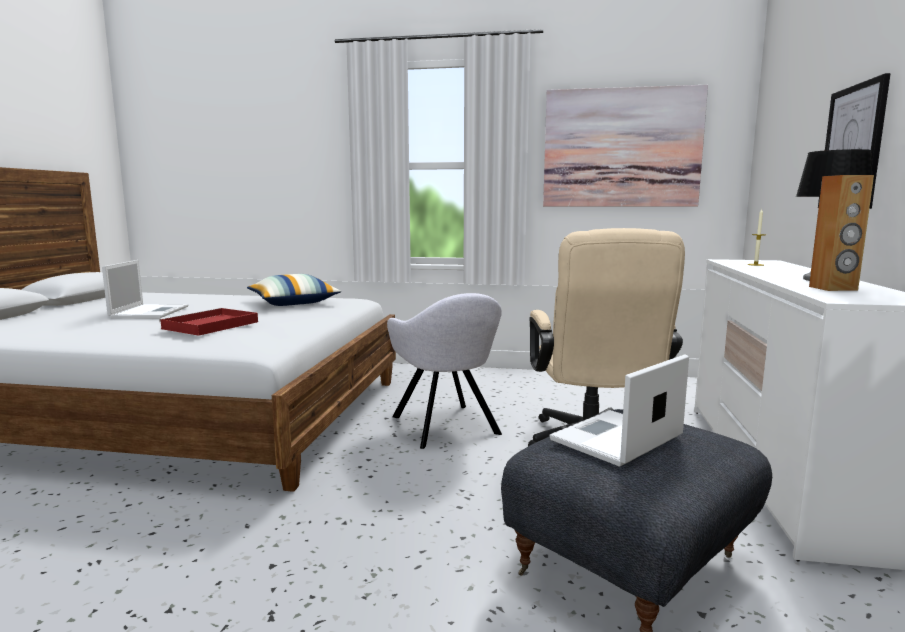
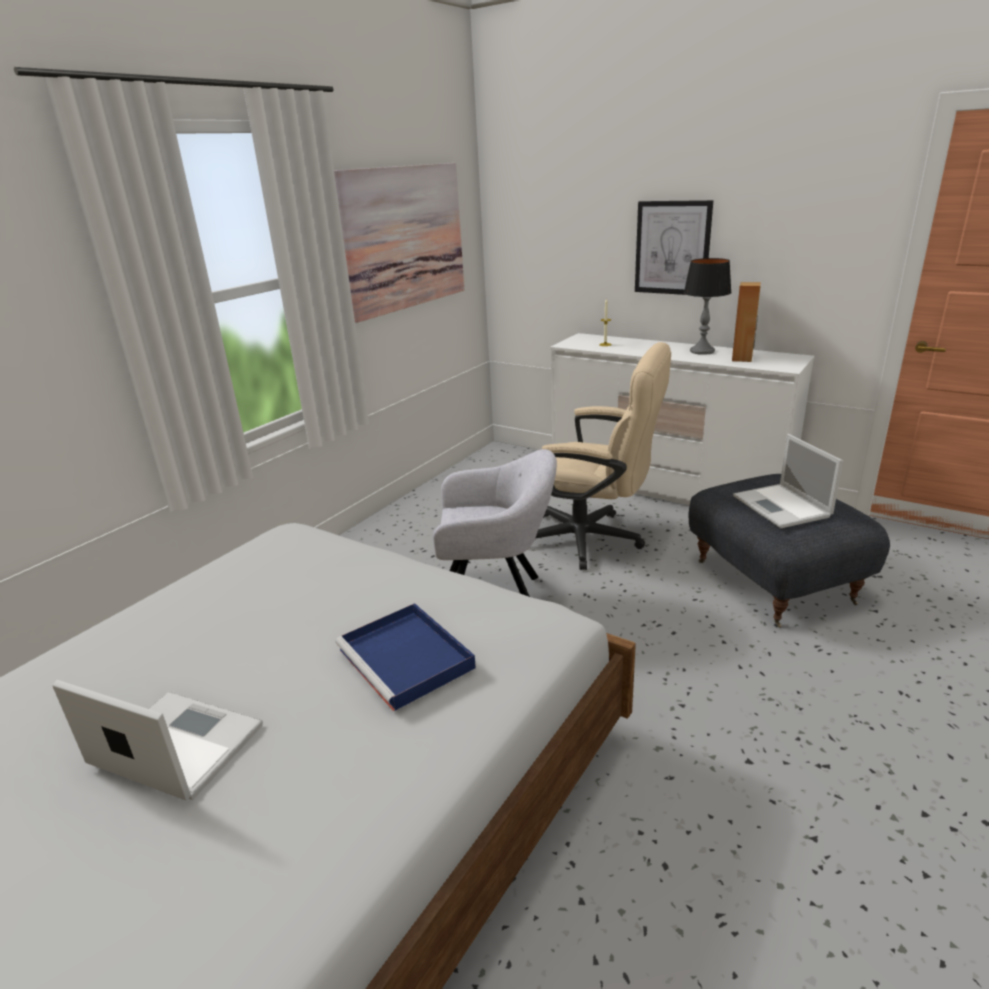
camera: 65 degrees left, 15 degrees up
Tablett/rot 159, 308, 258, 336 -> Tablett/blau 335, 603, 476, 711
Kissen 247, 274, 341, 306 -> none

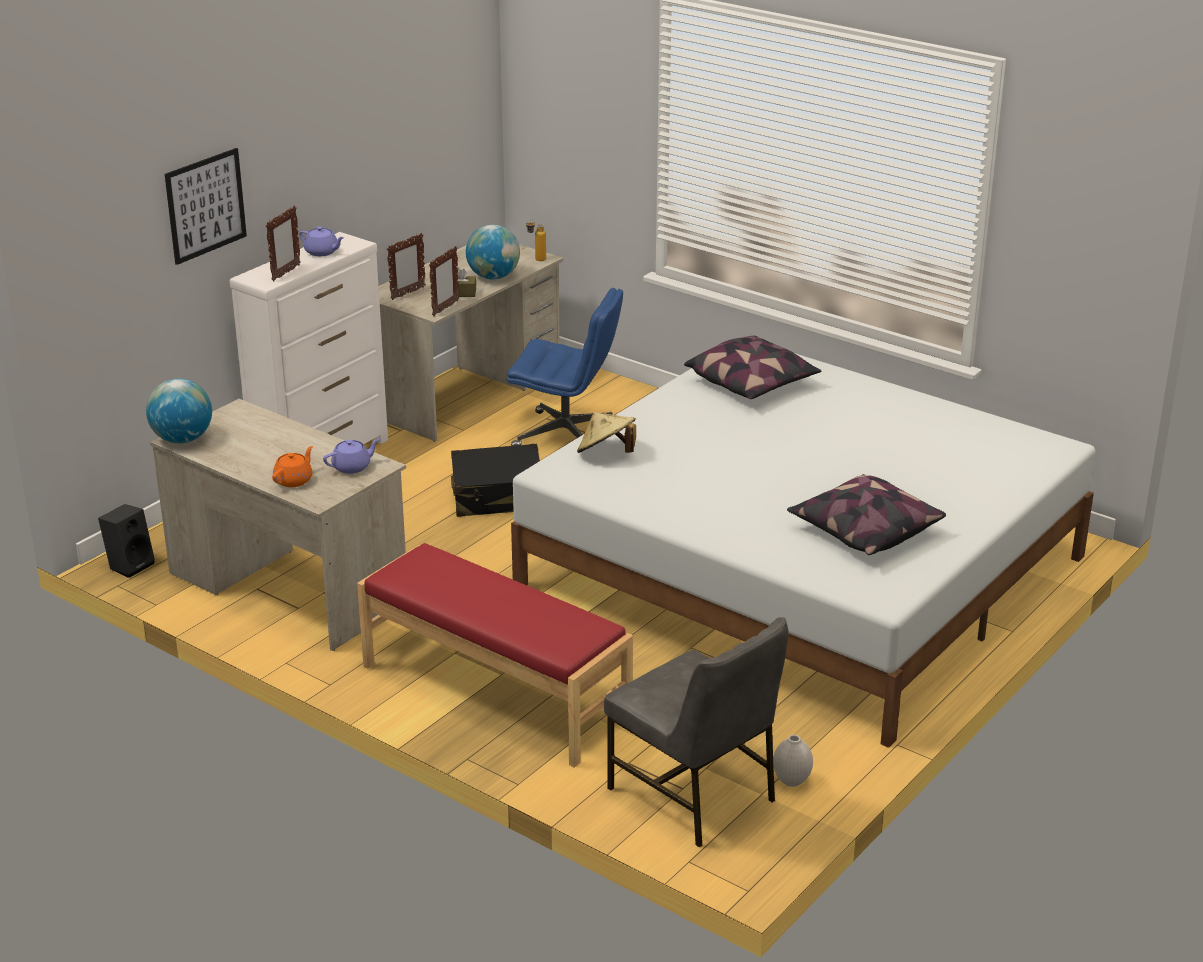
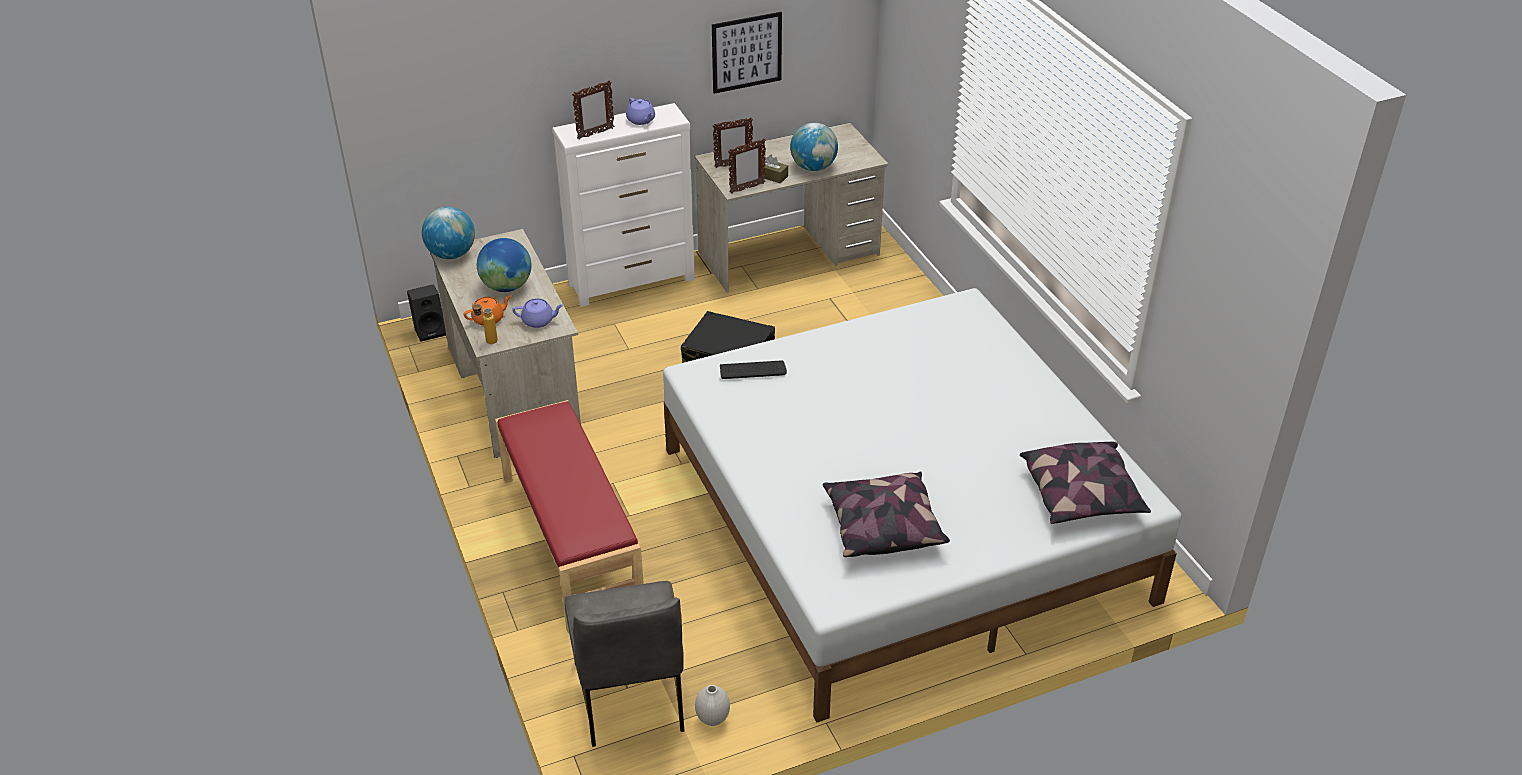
camera: 30 degrees right, 10 degrees up
Bild 165, 148, 247, 265 -> Bild 712, 12, 782, 94, move
Bürostuhl/blau 507, 288, 623, 446 -> none
Flasche 526, 219, 546, 261 -> Flasche 472, 302, 498, 344, move
Hut/beige 577, 412, 636, 453 -> Tastatur 720, 360, 787, 379
Kissen 684, 336, 822, 399 -> Kissen 1020, 442, 1151, 524, move
none -> Globus 477, 238, 531, 292

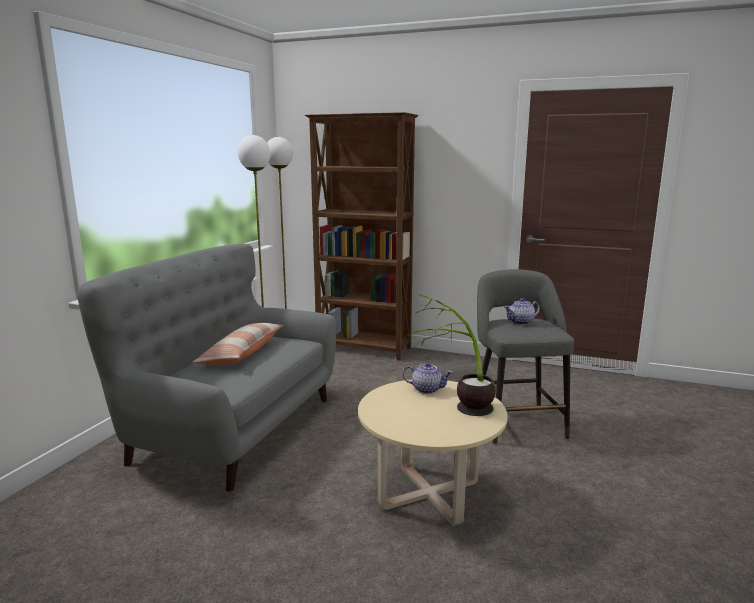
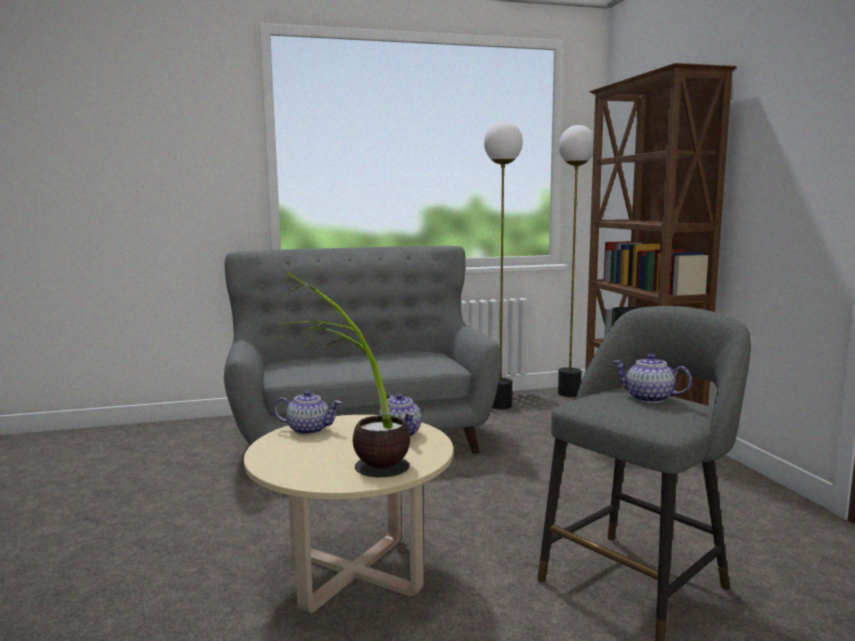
camera: 55 degrees right, 5 degrees down
Kissen 192, 323, 284, 365 -> none
none -> Teekanne 274, 390, 342, 435

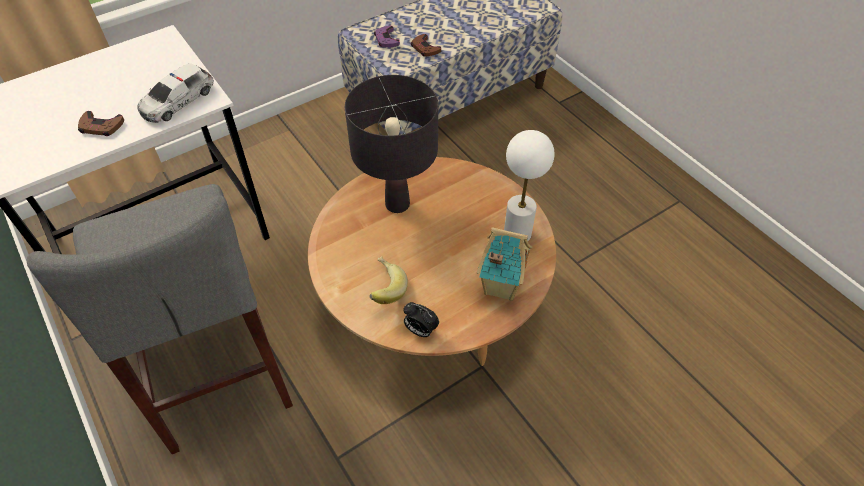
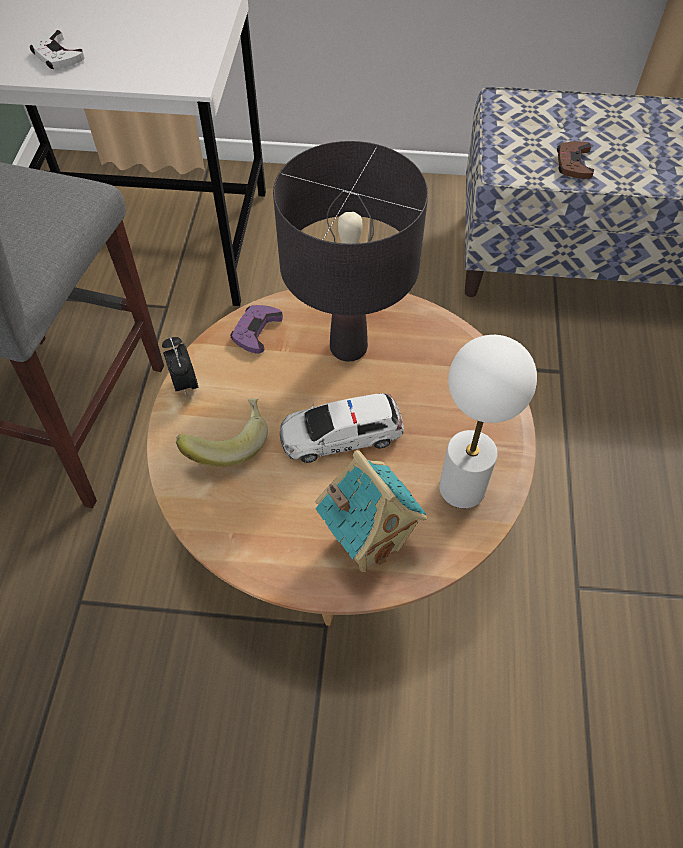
camera: 40 degrees right, 5 degrees up
Gamepad/braun 78, 111, 124, 136 -> Gamepad/weiß 30, 30, 85, 69
Spielzeugauto 137, 63, 214, 123 -> Spielzeugauto 280, 393, 404, 463, move
Gamepad/lila 374, 26, 400, 47 -> Gamepad/lila 231, 305, 283, 354, move
Wecker 403, 302, 439, 337 -> Wecker 162, 337, 198, 396, move

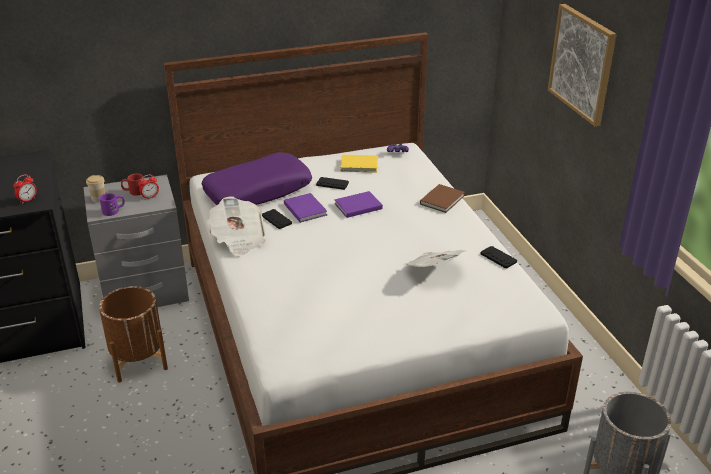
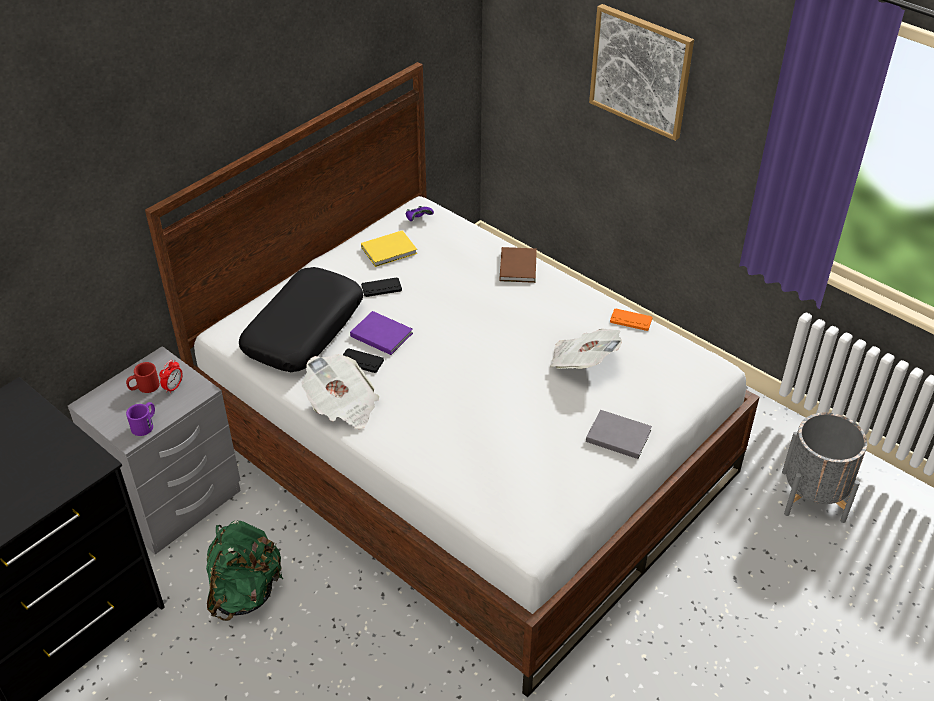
camera: 30 degrees left, 10 degrees up
Wecker 14, 174, 37, 204 -> none
Tasse 86, 175, 105, 202 -> none
Pflanzkübel/braun 99, 286, 168, 382 -> Rucksack/grün 206, 521, 284, 621
Kissen/lila 202, 152, 312, 205 -> Kissen/schwarz 239, 267, 363, 372
Buch/lila 334, 191, 383, 218 -> none
Gamepad/schwarz 480, 246, 517, 268 -> Gamepad/orange 610, 308, 652, 331
none -> Buch/grau 586, 410, 652, 459

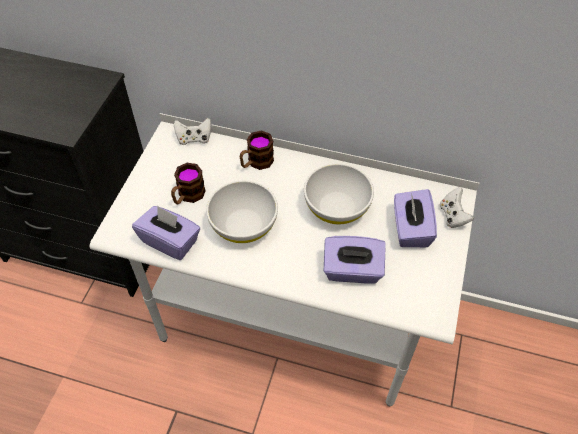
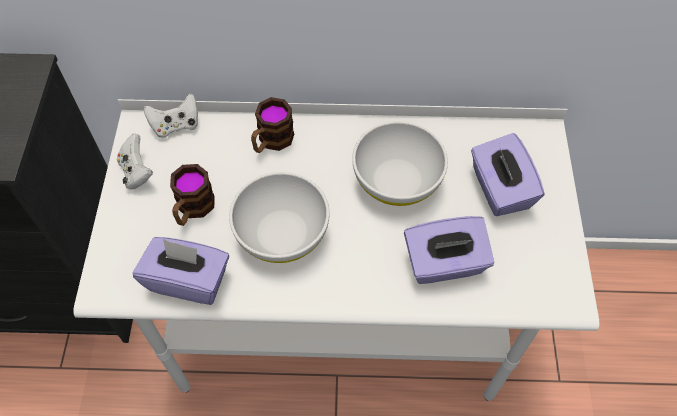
camera: 15 degrees left, 5 degrees up
Gamepad/weiß 440, 187, 474, 228 -> Gamepad/weiß 117, 134, 153, 190, move

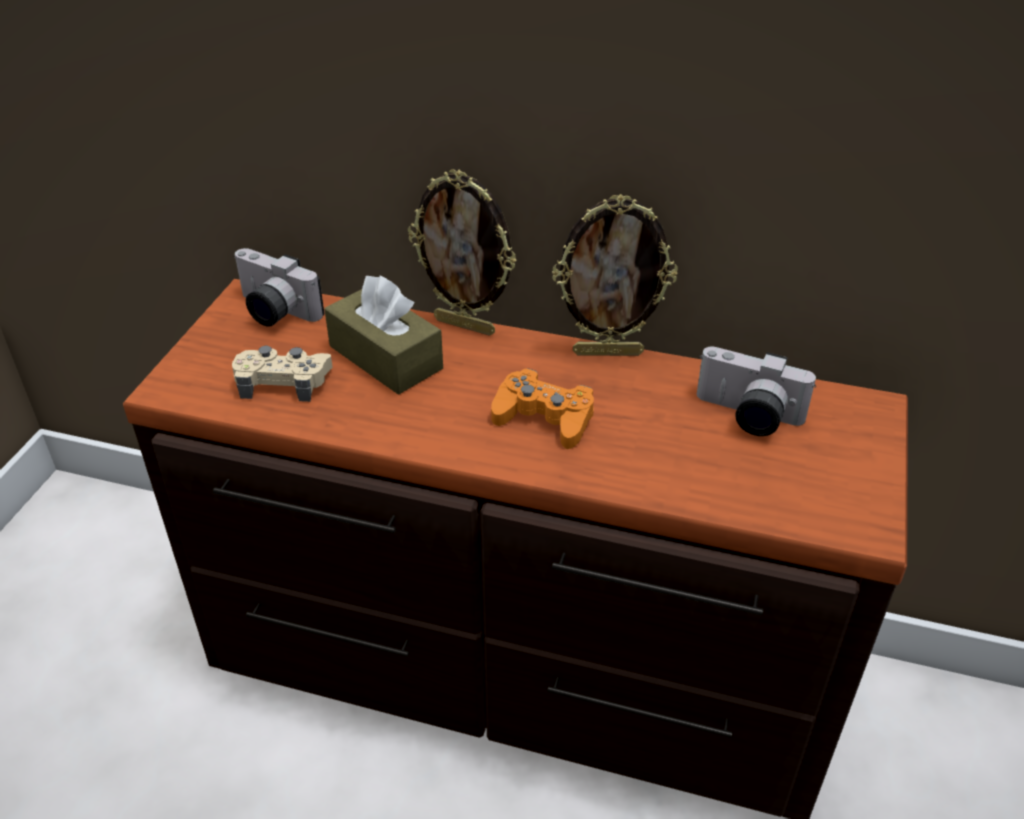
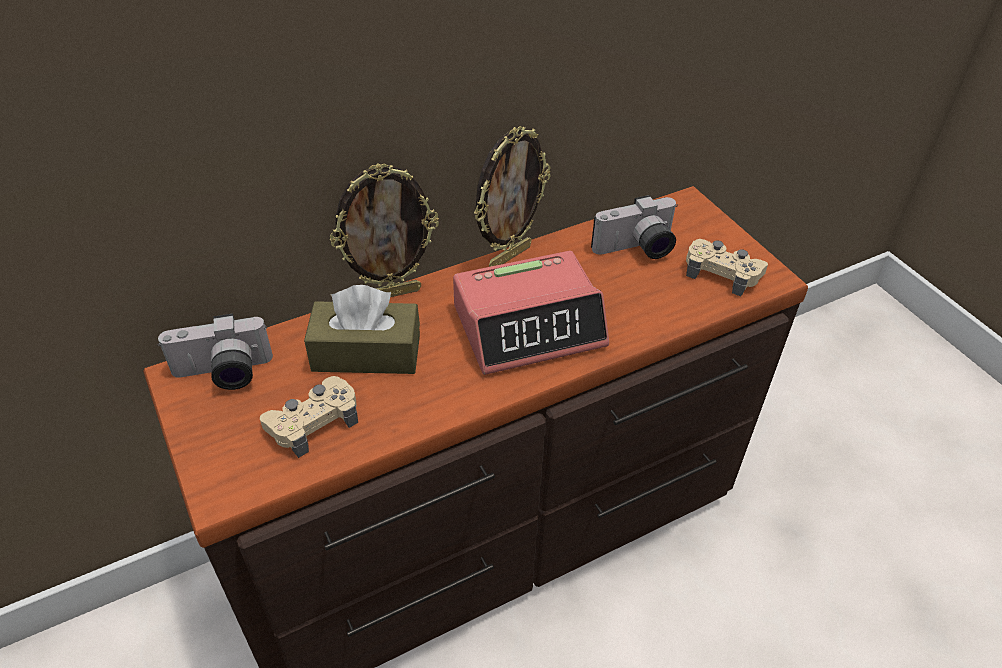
camera: 45 degrees left, 5 degrees up
Gamepad/orange 491, 368, 594, 449 -> Wecker 453, 251, 609, 375
none -> Gamepad/beige 686, 239, 768, 296

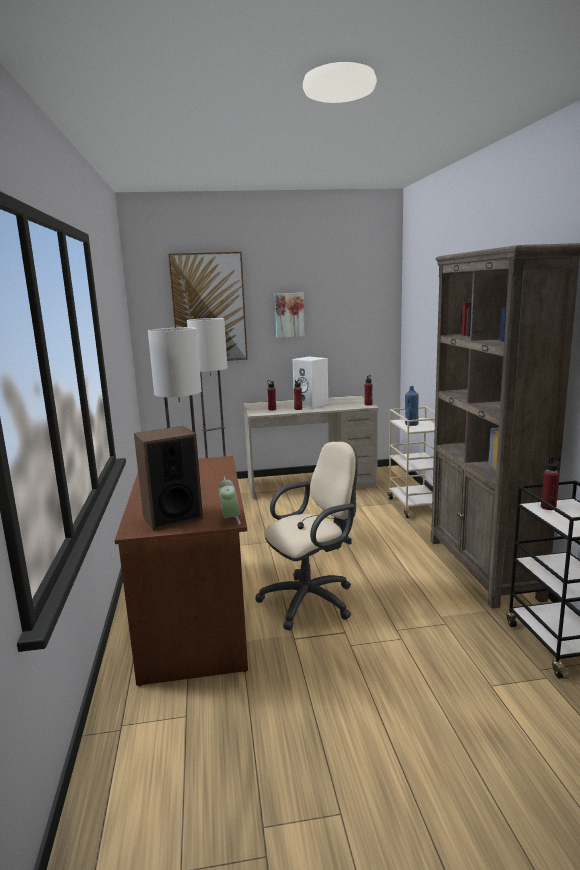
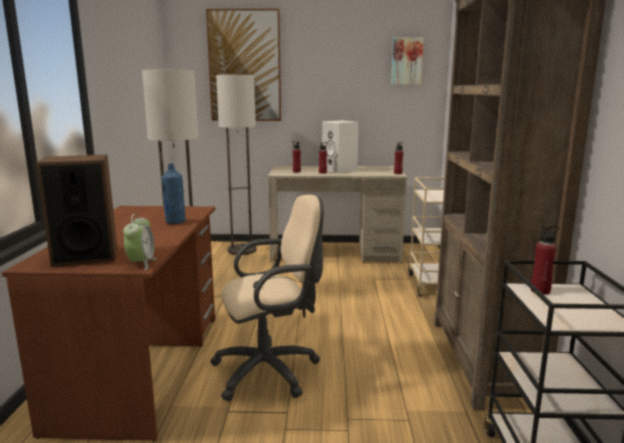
camera: 10 degrees right, 0 degrees up
Bild 275, 293, 305, 338 -> Bild 391, 37, 424, 84, move
Flasche/blau 405, 386, 419, 426 -> Flasche/blau 162, 163, 186, 224, move

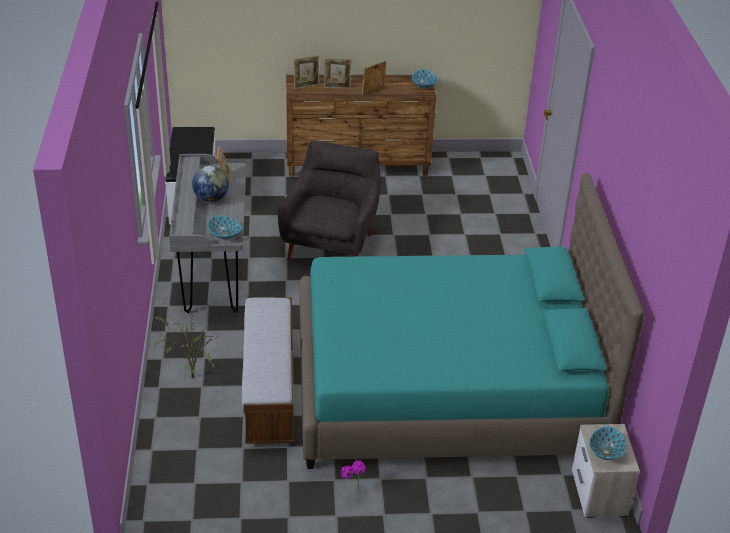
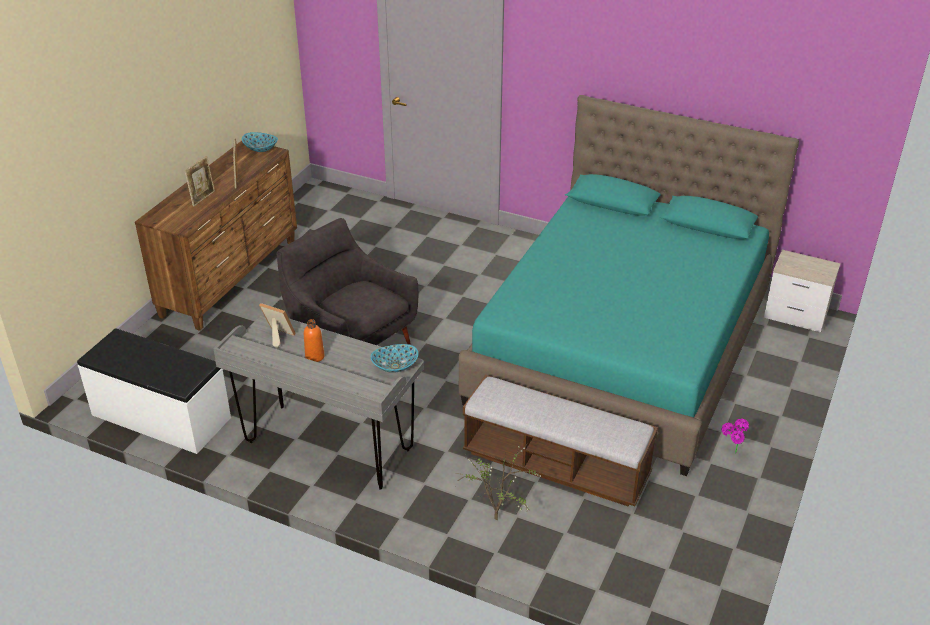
camera: 60 degrees left, 0 degrees up
Globus 192, 166, 229, 202 -> Flasche/orange 304, 319, 325, 362
Bilderrahmen 293, 55, 319, 89 -> none
Schüssel 589, 427, 626, 460 -> none

